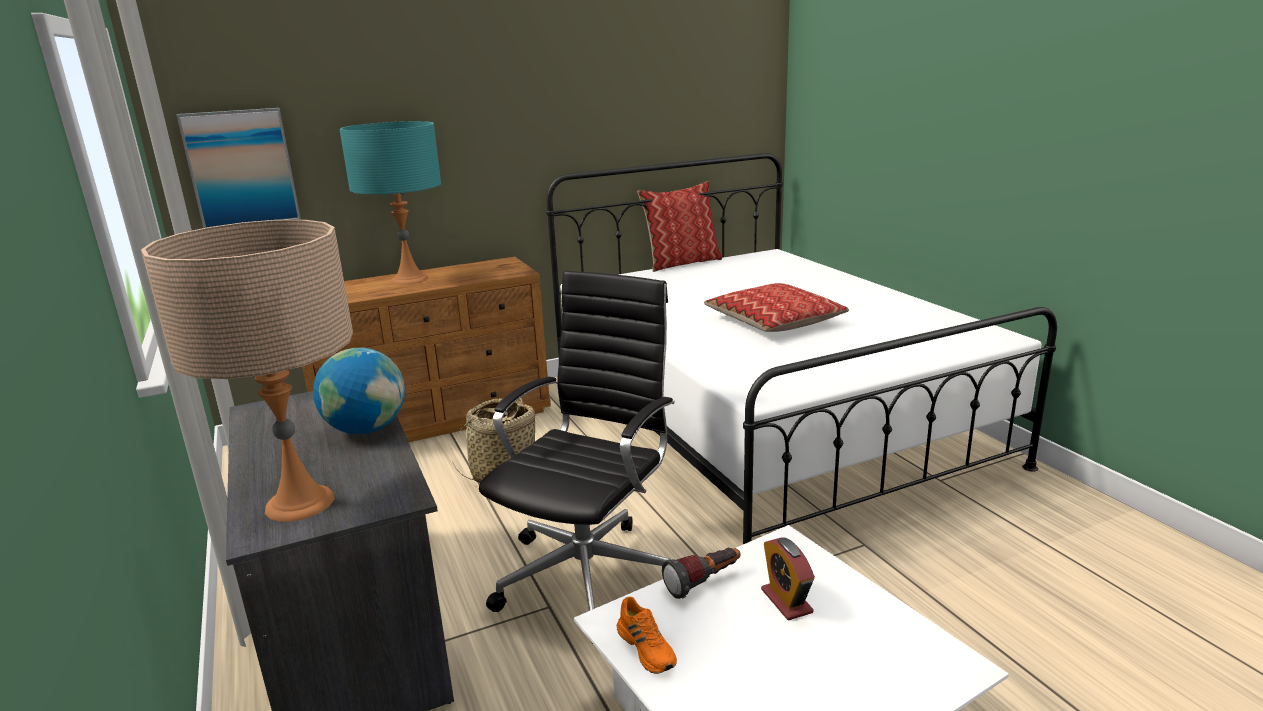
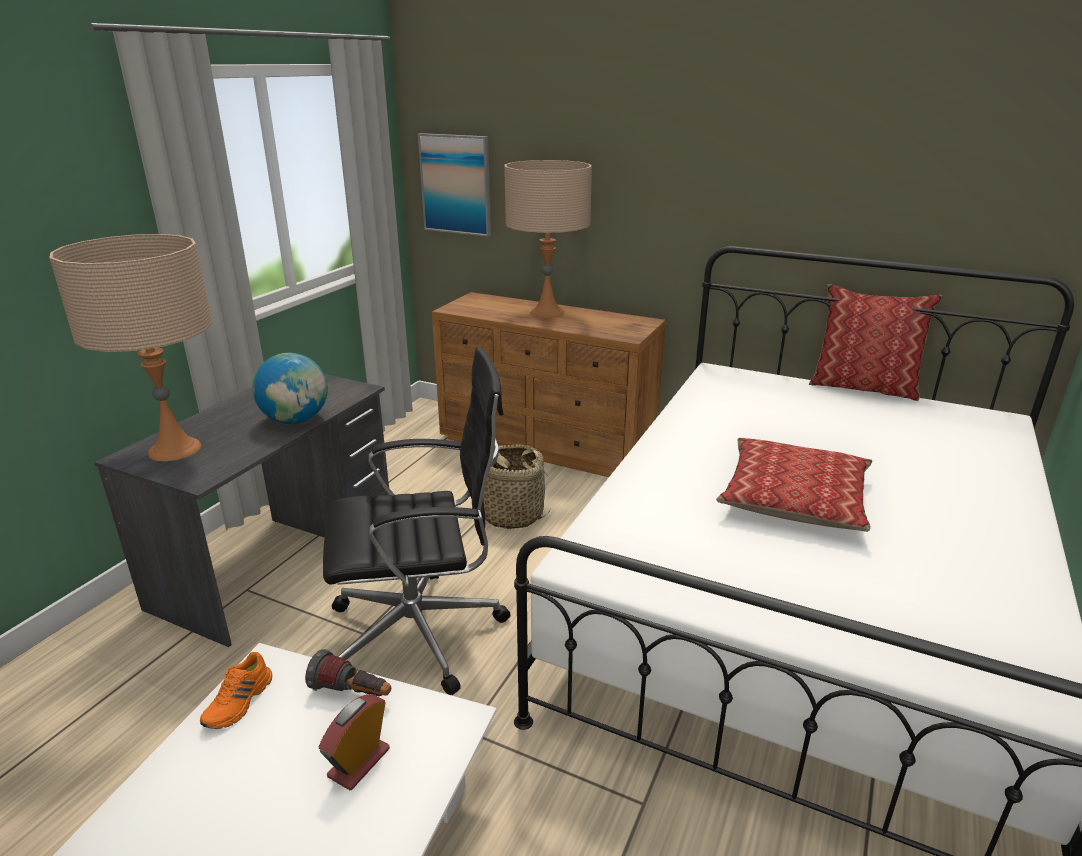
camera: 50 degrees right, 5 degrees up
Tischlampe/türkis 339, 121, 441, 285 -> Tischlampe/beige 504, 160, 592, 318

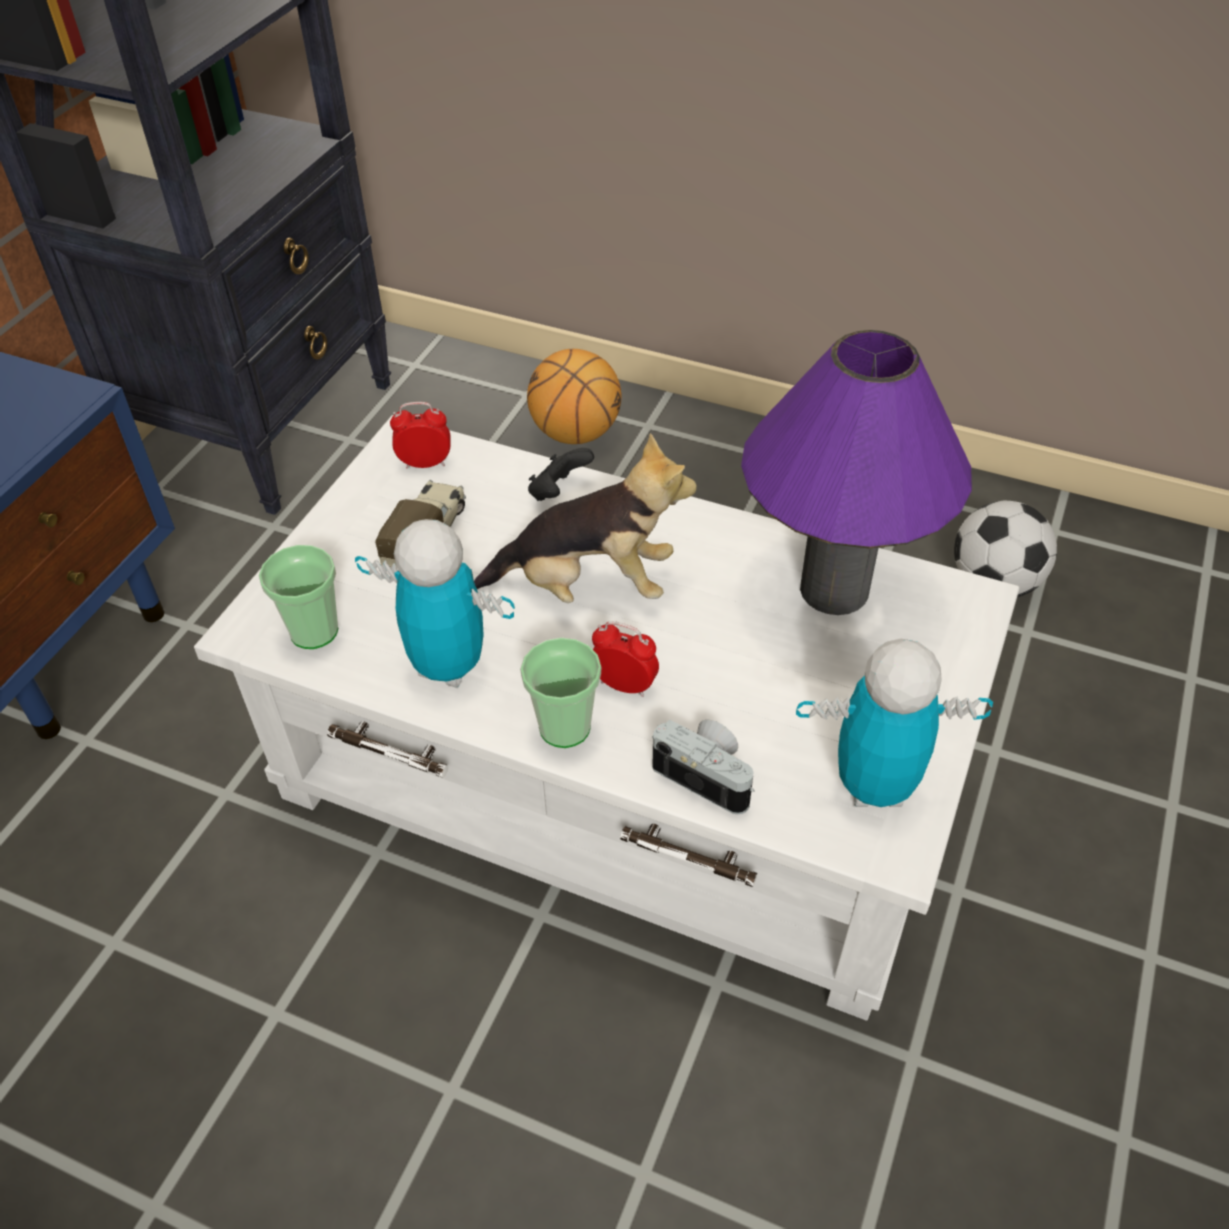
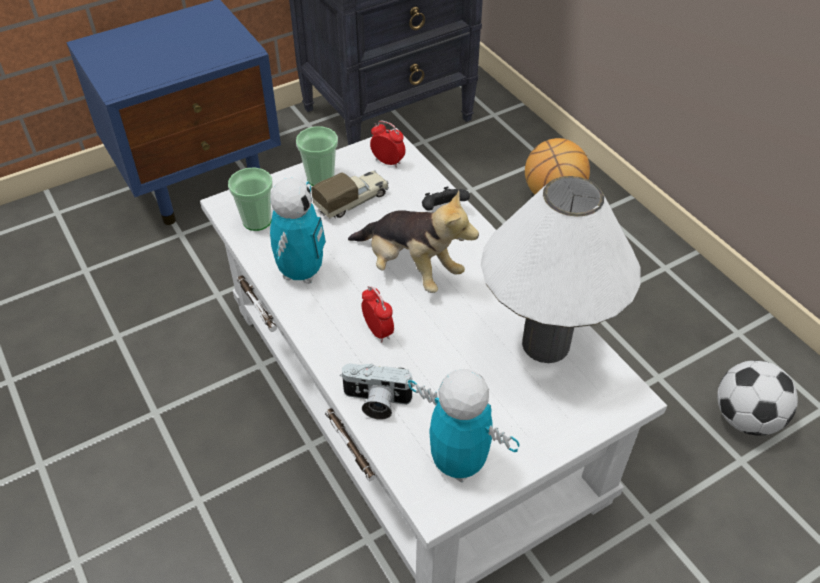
camera: 35 degrees right, 0 degrees up
Spielzeugroboter 355, 519, 515, 687 -> Spielzeugroboter 270, 178, 326, 284, 45 degrees clockwise
Tasse 520, 638, 601, 748 -> Tasse 296, 126, 338, 186, move
Kamera 652, 719, 755, 814 -> Kamera 340, 363, 415, 420, 120 degrees clockwise
Tischlampe/lila 741, 330, 972, 615 -> Tischlampe/weiß 481, 176, 641, 363

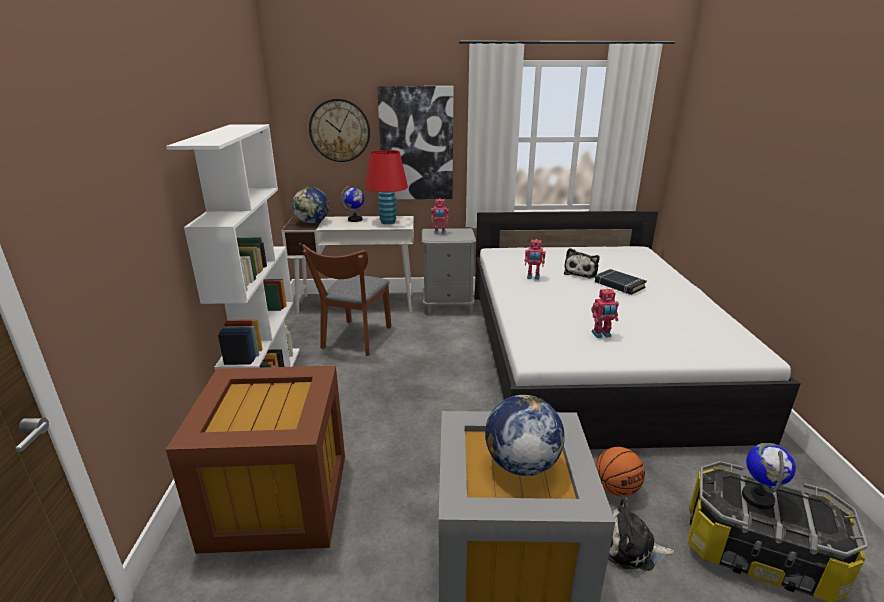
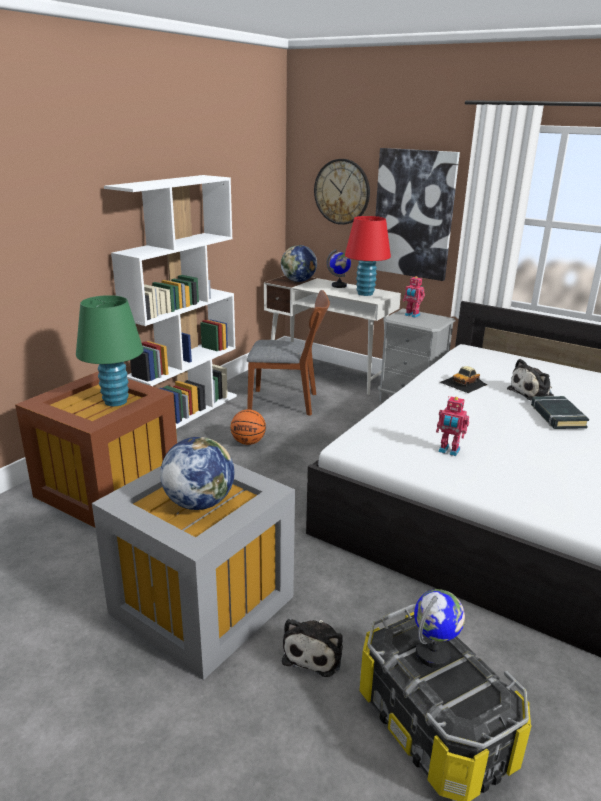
camera: 35 degrees right, 0 degrees up
Stuhl/braun 302, 244, 391, 356 -> Stuhl/braun 247, 290, 330, 416, 135 degrees counterclockwise
Spielzeugroboter 525, 239, 545, 280 -> Spielzeugauto 440, 366, 488, 393
Basketball 596, 447, 645, 496 -> Basketball 231, 409, 266, 445, move
Plüschtier 608, 498, 674, 571 -> Plüschtier 282, 618, 343, 677, 120 degrees counterclockwise
none -> Tischlampe/grün 76, 295, 144, 406

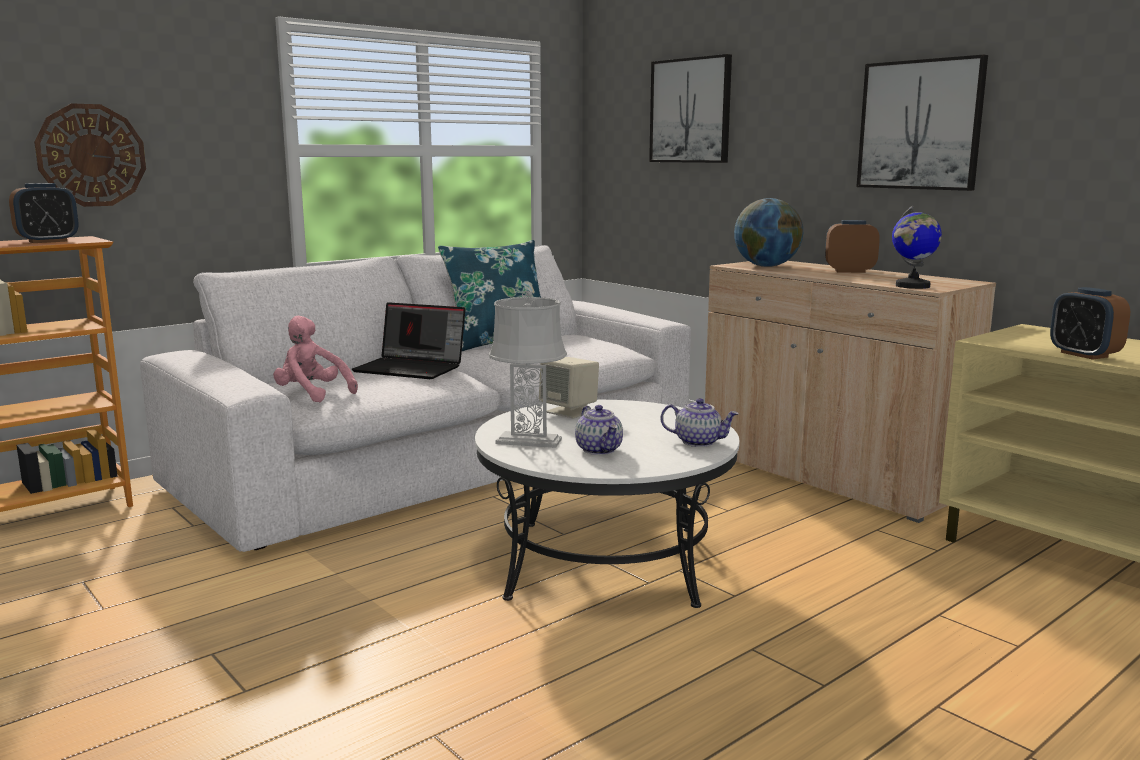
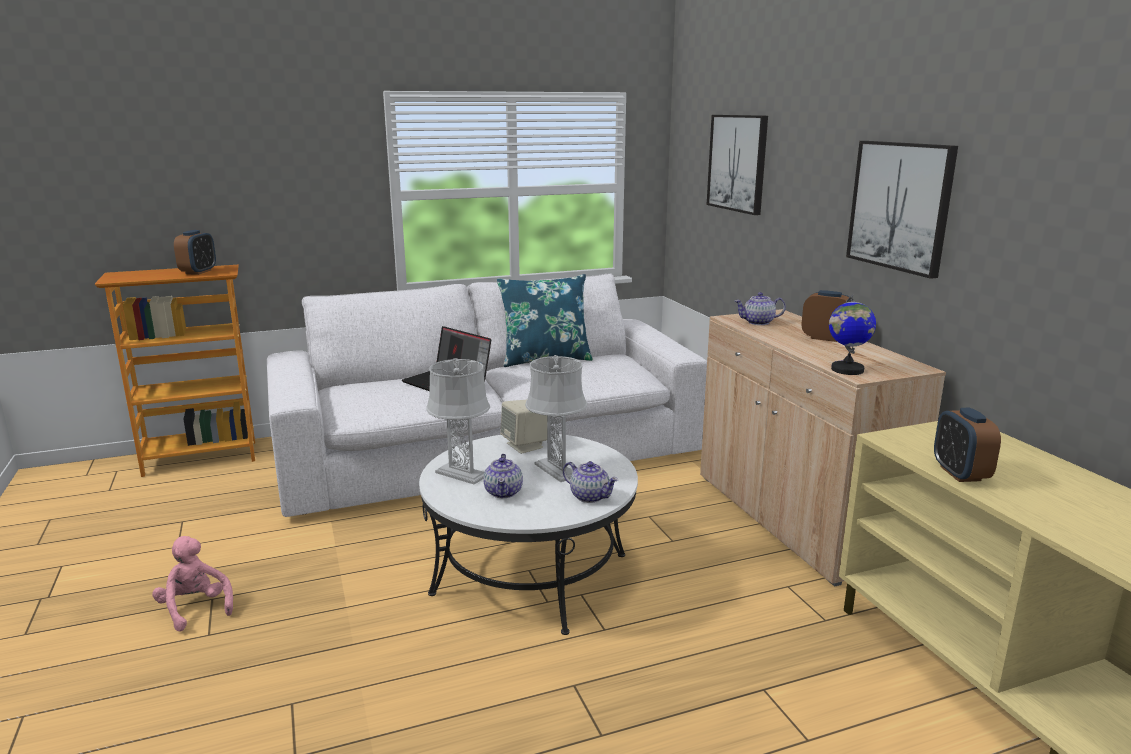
camera: 20 degrees right, 5 degrees up
Wecker 9, 183, 79, 243 -> Wecker 174, 230, 216, 275, 60 degrees counterclockwise
Wanduhr 34, 103, 146, 207 -> none
Plüschtier/rosa 273, 316, 358, 402 -> Plüschtier/rosa 152, 536, 233, 632, move
Globus 734, 198, 803, 267 -> Teekanne 735, 292, 786, 325
none -> Tischlampe/grau 525, 355, 587, 482

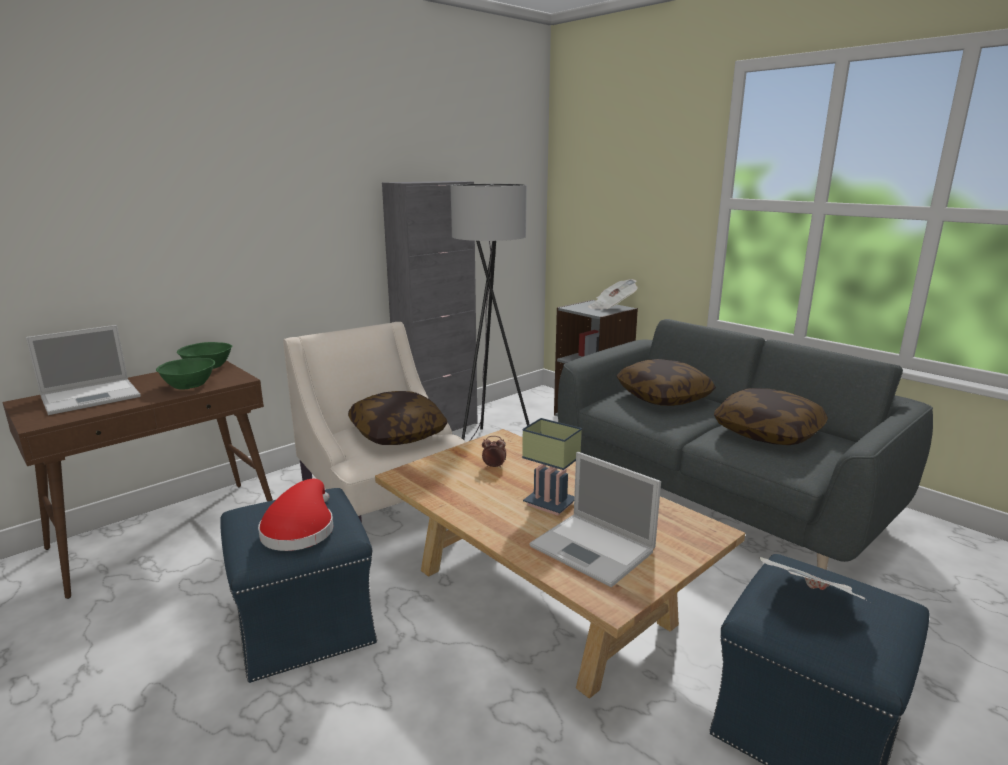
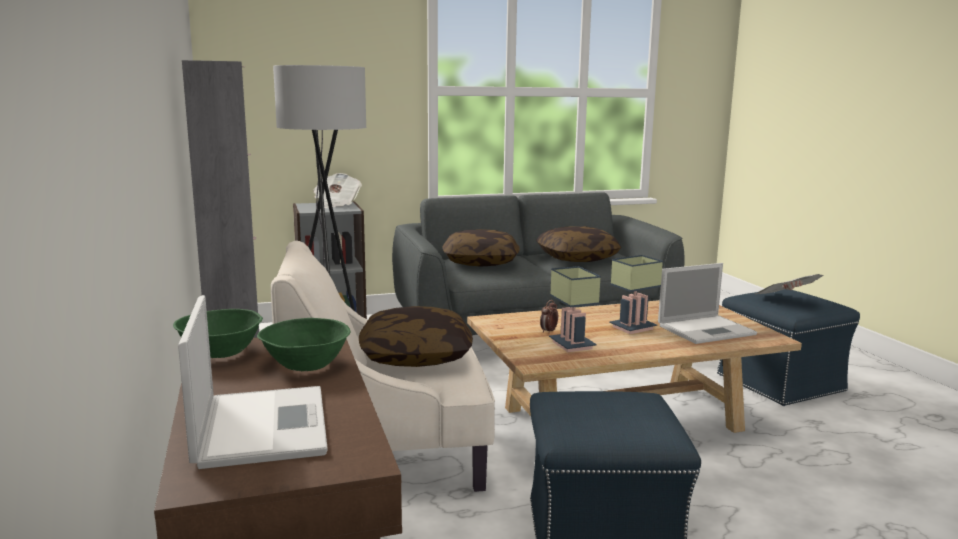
camera: 65 degrees left, 5 degrees down
Hut/rot 258, 479, 333, 551 -> none
none -> Tischlampe 549, 266, 601, 352

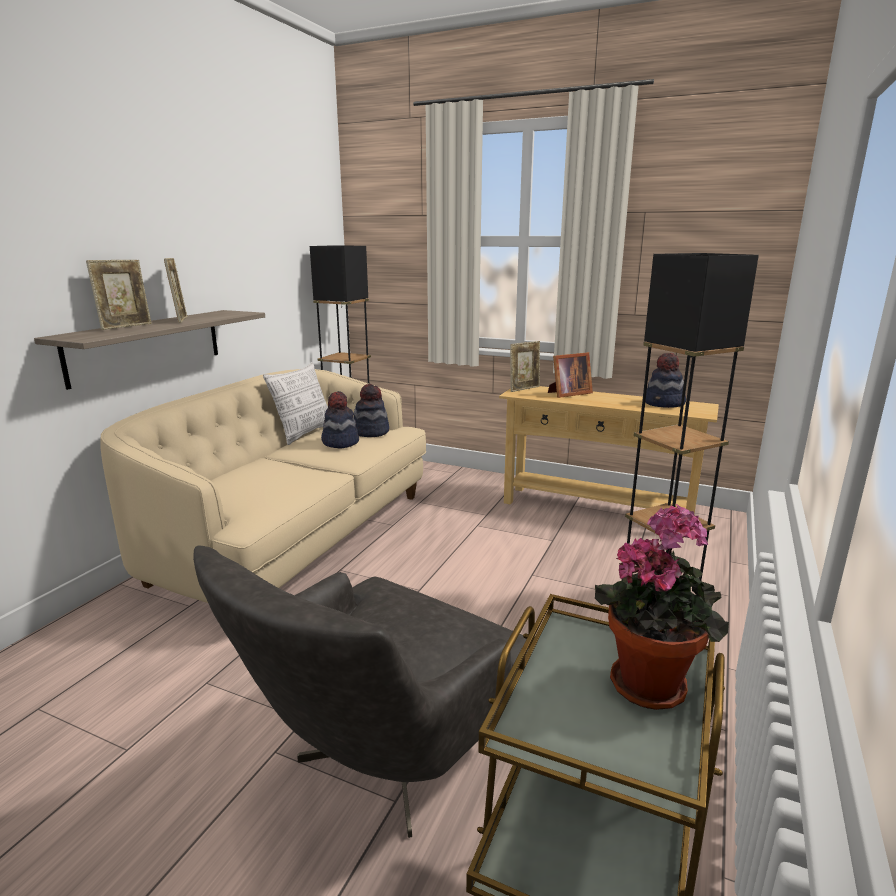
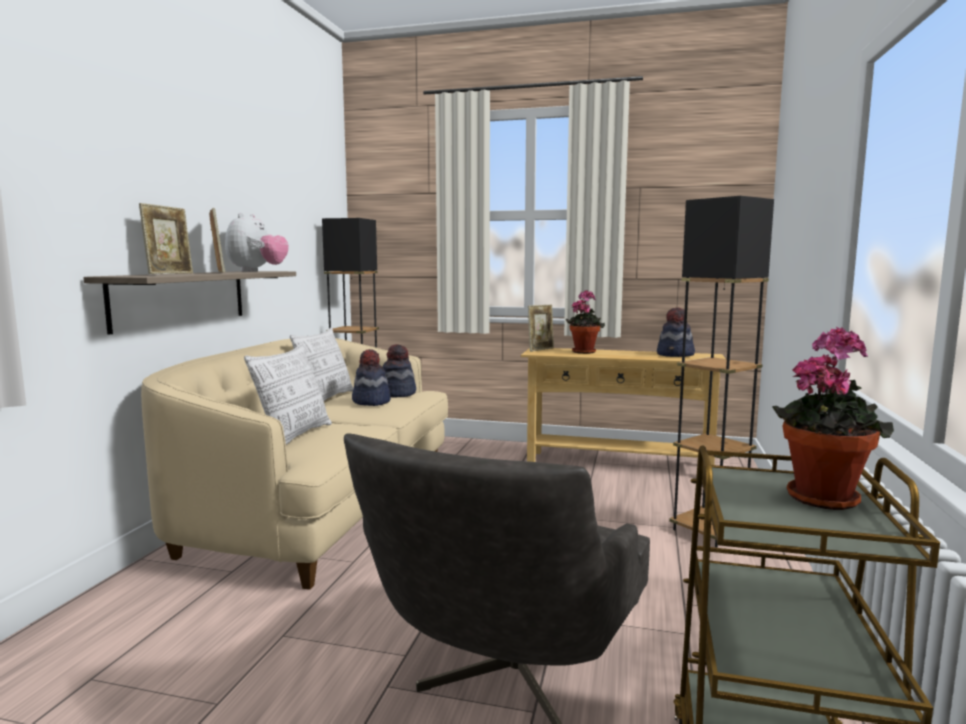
camera: 10 degrees left, 10 degrees down
Bilderrahmen 548, 352, 593, 398 -> Topfpflanze 566, 290, 605, 354
none -> Plüschtier 225, 212, 289, 272
none -> Kissen 244, 344, 332, 444

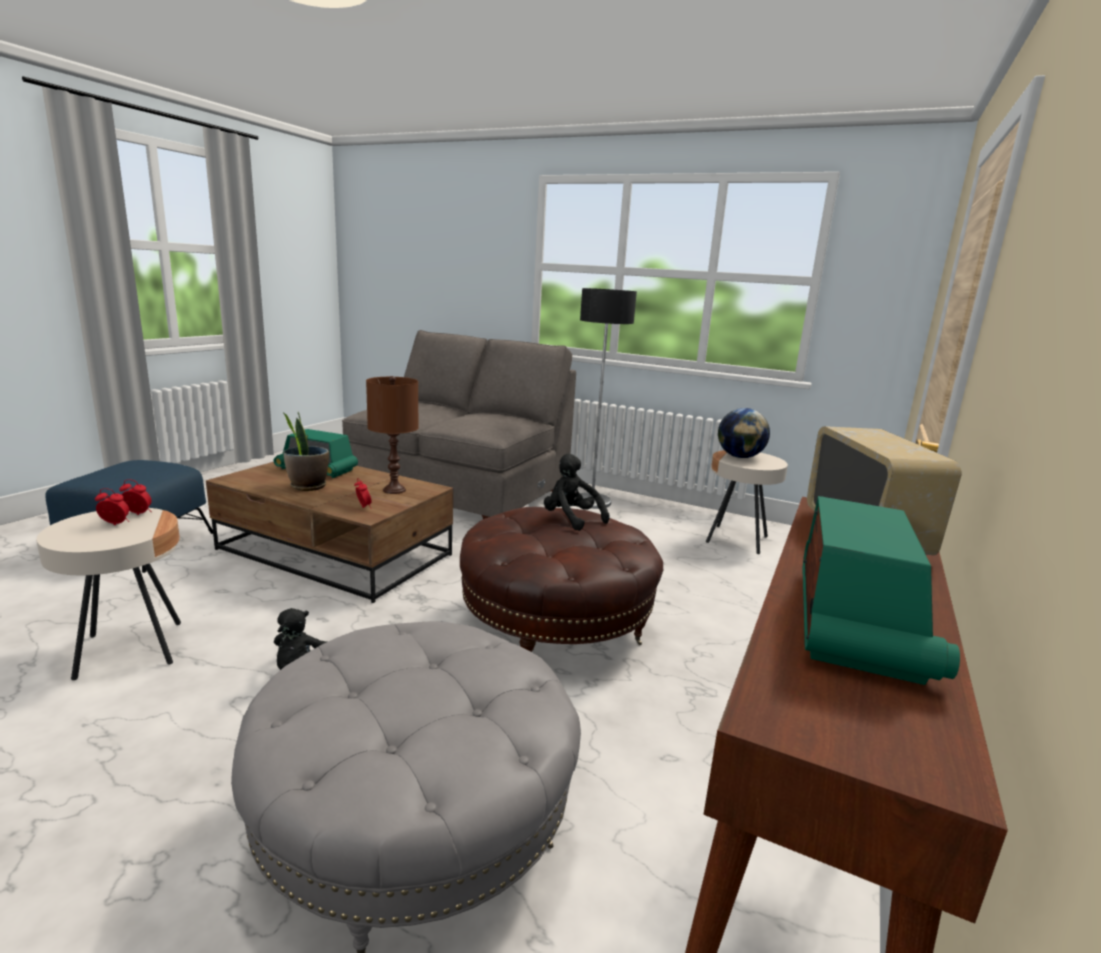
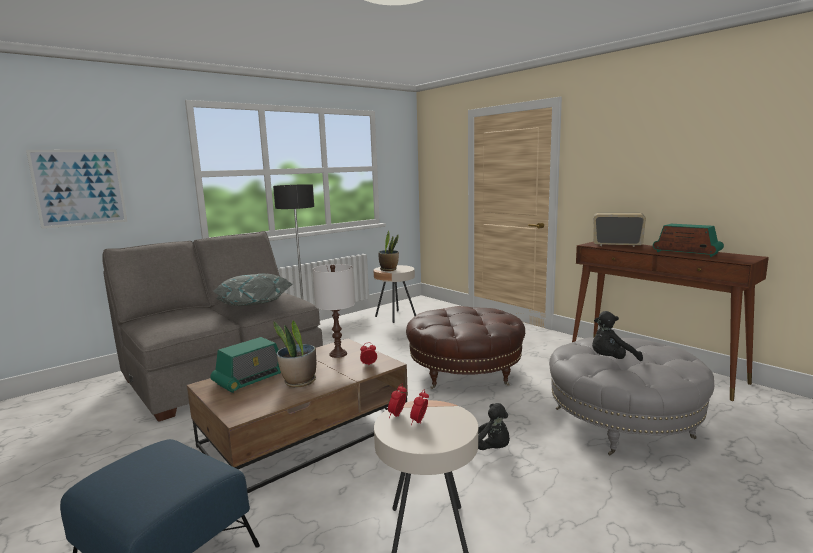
camera: 65 degrees left, 5 degrees down
Tischlampe/braun 366, 376, 419, 494 -> Tischlampe/weiß 312, 264, 355, 358
Plüschtier/schwarz 544, 454, 610, 531 -> Plüschtier/schwarz 592, 311, 643, 361, move
Globus 718, 408, 770, 458 -> Topfpflanze 378, 231, 399, 271
none -> Bild 26, 150, 127, 229
none -> Kissen/grau 214, 274, 292, 306

